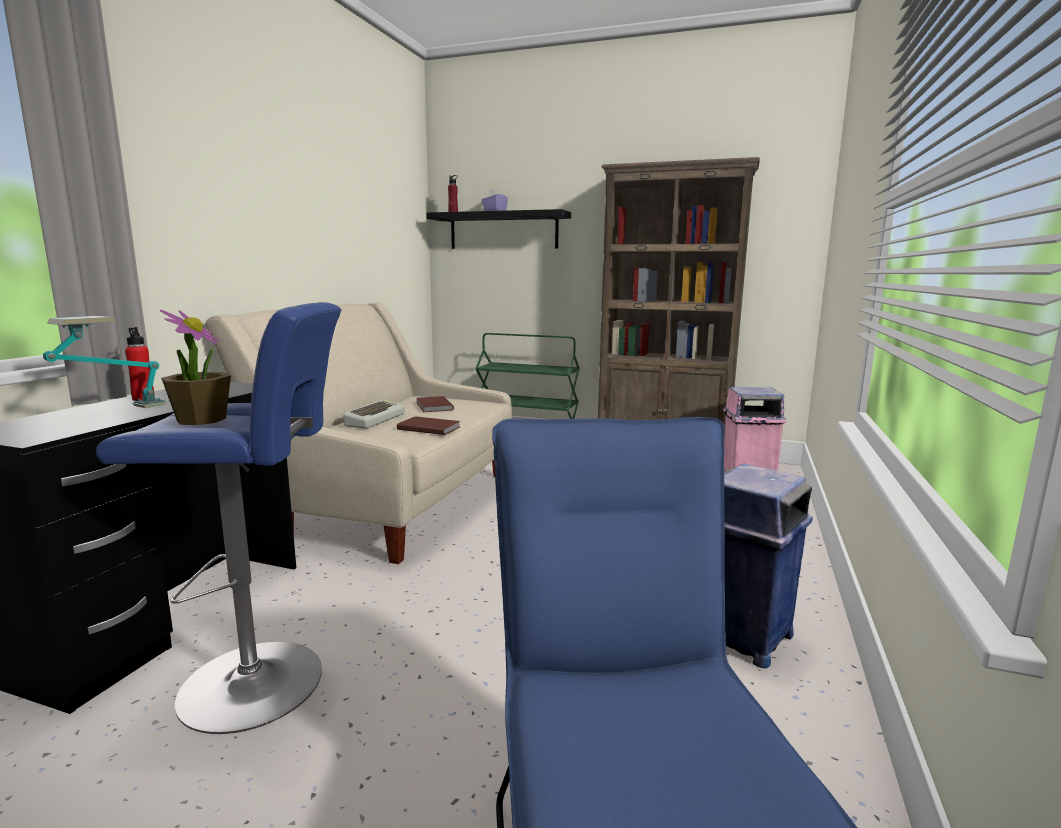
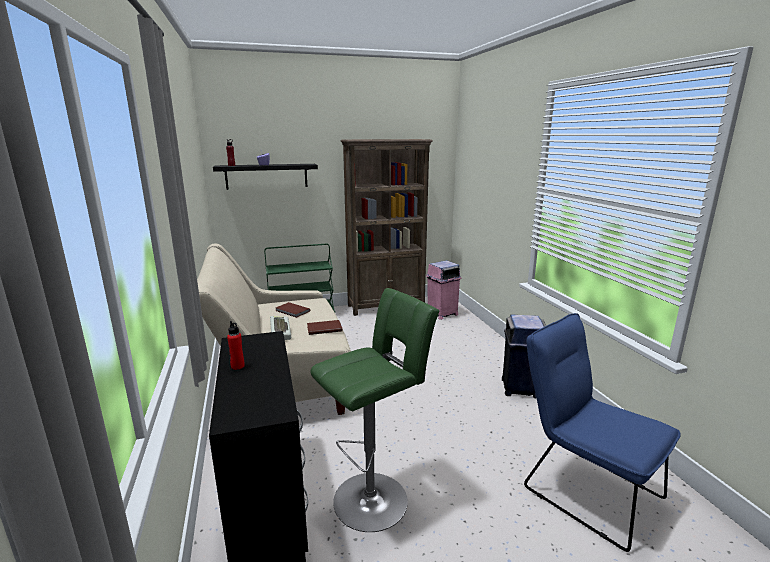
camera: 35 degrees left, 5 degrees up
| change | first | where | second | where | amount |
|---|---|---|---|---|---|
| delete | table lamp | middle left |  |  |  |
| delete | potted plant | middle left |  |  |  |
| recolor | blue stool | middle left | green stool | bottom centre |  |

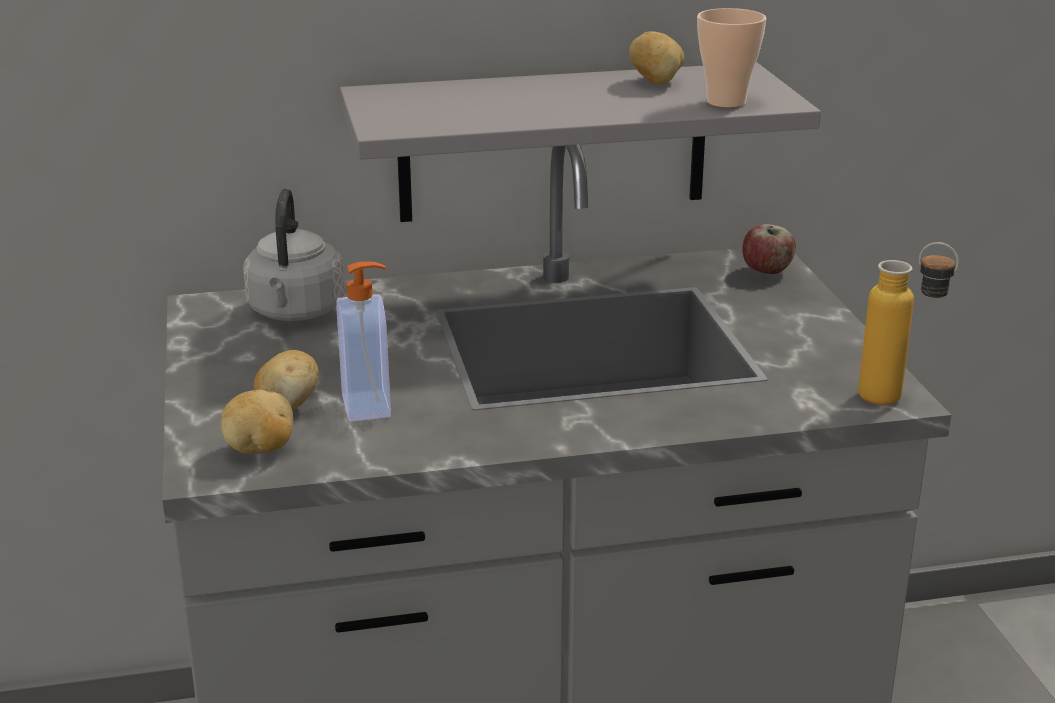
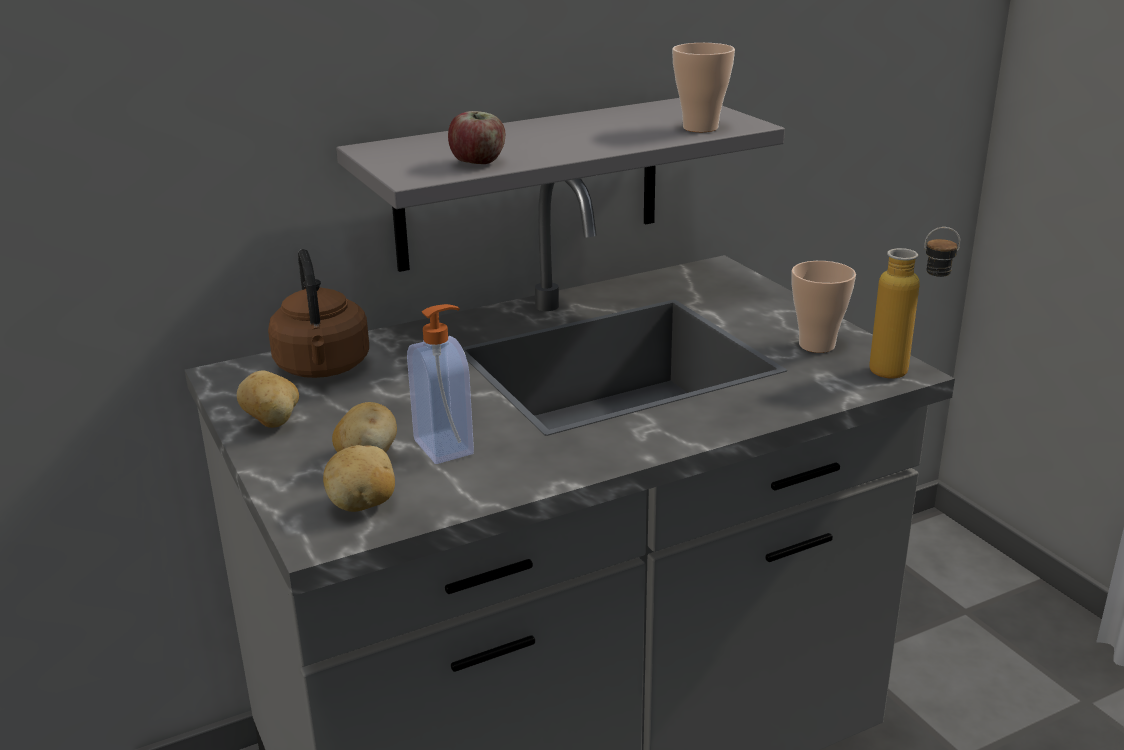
camera: 15 degrees left, 0 degrees up
| change | first | where | second | where | amount |
|---|---|---|---|---|---|
| insert |  |  | cup (2nd from left) | middle right |  |
| move | potato (3rd from left in the first image) | top centre | potato (1st from left) | middle left |  |
| move | apple | middle right |  | top centre |  |
| recolor | grey kettle | middle left | brown kettle | middle left |  |

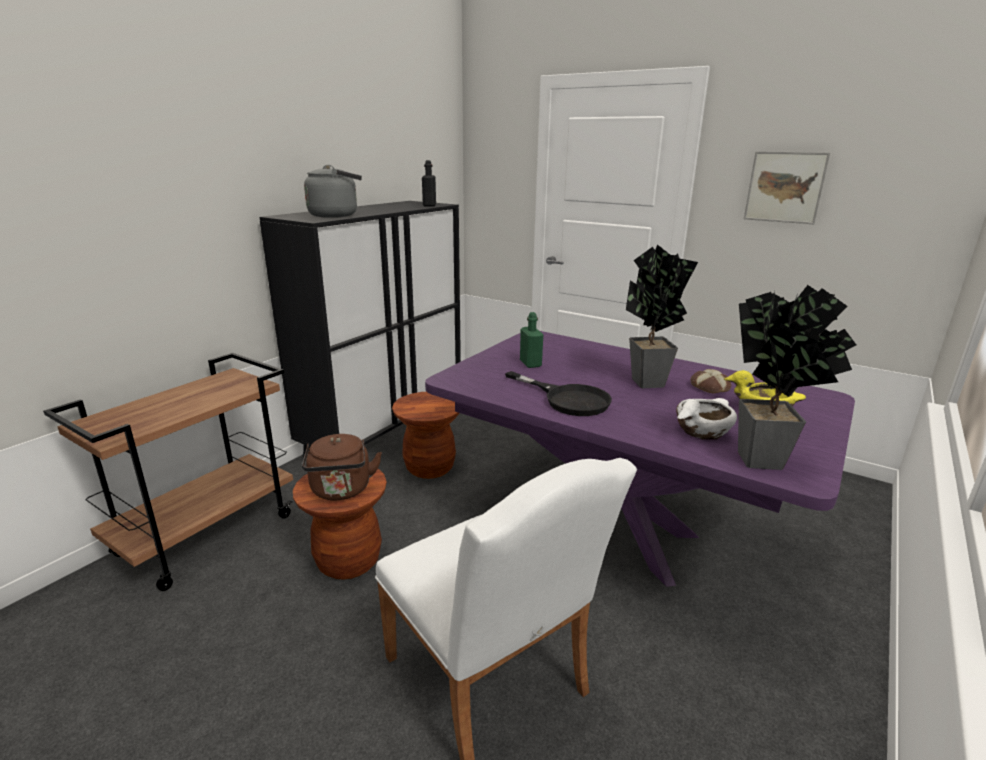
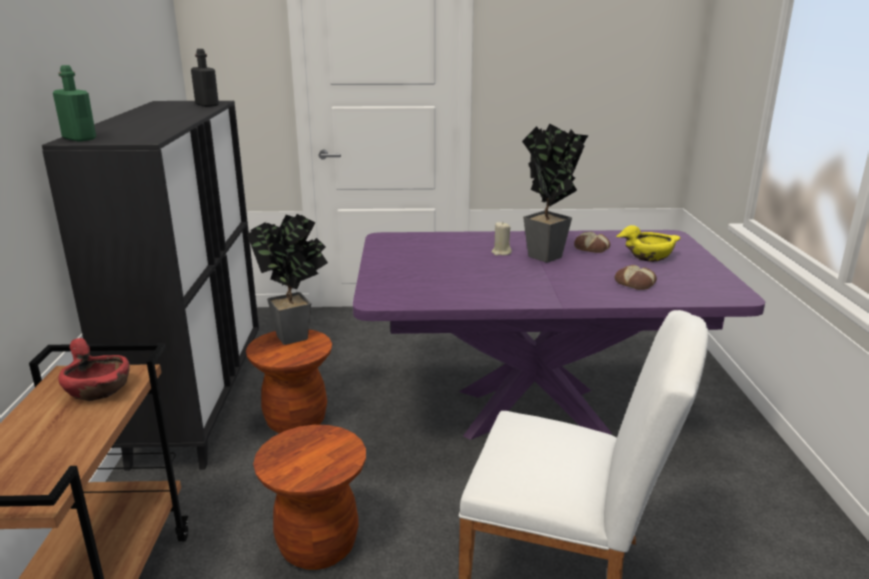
camera: 35 degrees left, 0 degrees up
| change | first | where | second | where | amount |
|---|---|---|---|---|---|
| delete | brown kettle | centre |  |  |  |
| delete | grey kettle | top centre |  |  |  |
| delete | black frying pan | centre |  |  |  |
| delete | picture | top right |  |  |  |
| insert |  |  | red bowl | middle left |  |
| insert |  |  | beige candle | centre |  |
| move | green bottle | centre |  | top left |  |
| move | potted plant (2nd from left in the first image) | middle right | potted plant (1st from left) | middle left |  |
| replace | white bowl | middle right | bread (2nd from left) | middle right |  |

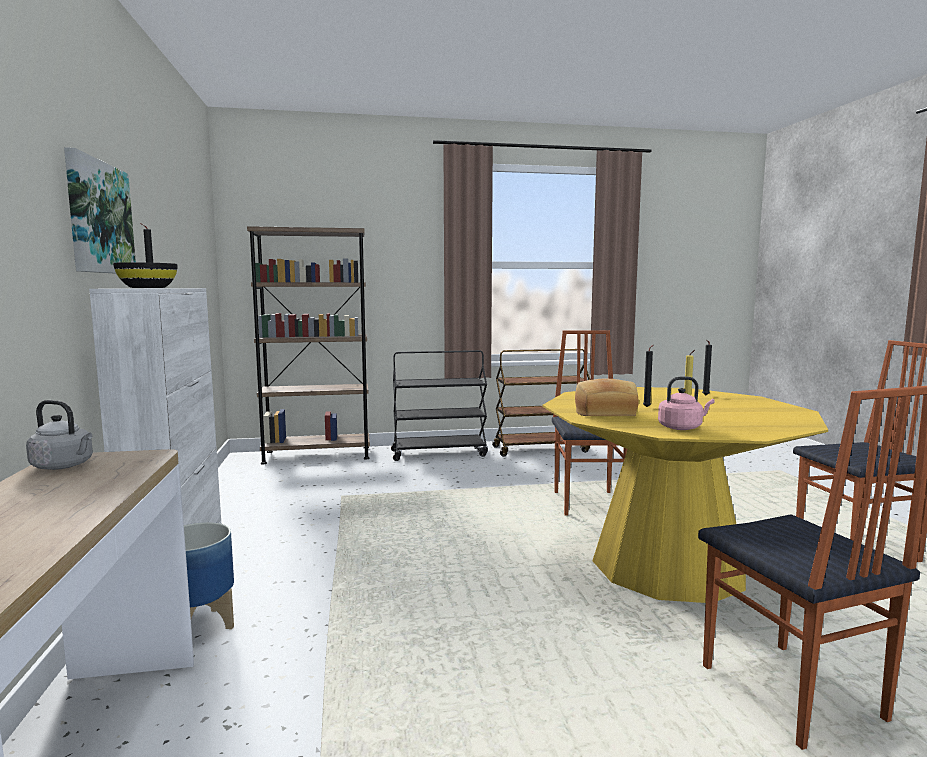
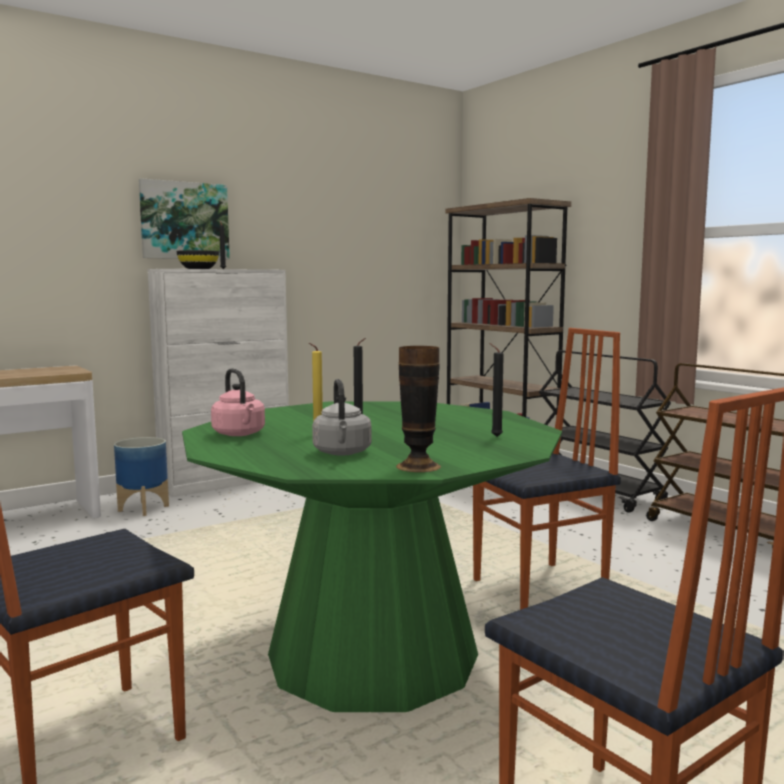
camera: 65 degrees right, 0 degrees up
| change | first | where | second | where | amount |
|---|---|---|---|---|---|
| delete | bread | centre |  |  |  |
| insert |  |  | vase | centre |  |
| move | grey kettle | middle left |  | centre |  |
| recolor | yellow dining table | middle right | green dining table | bottom centre |  |

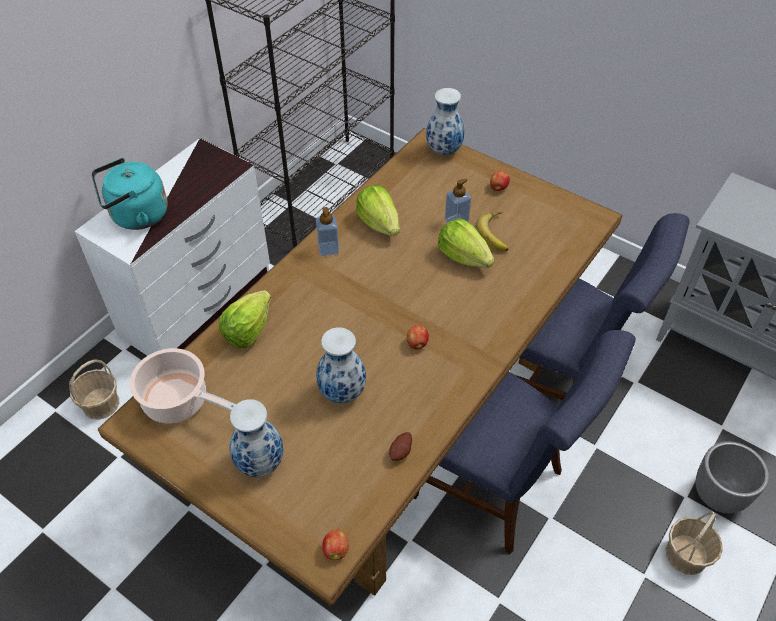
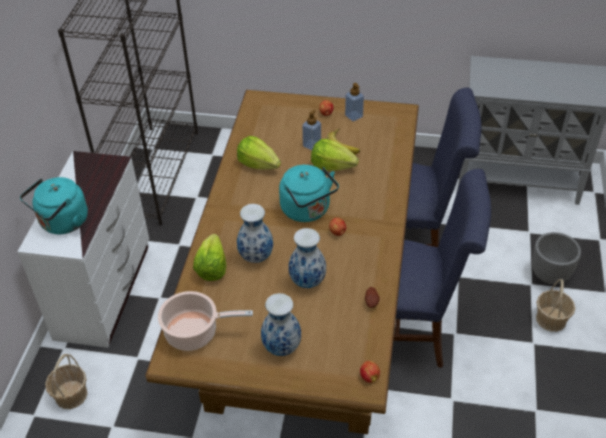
camera: 25 degrees left, 5 degrees down
| change | first | where | second | where | amount |
|---|---|---|---|---|---|
| insert |  |  | turquoise kettle (2nd from left) | centre |  |
| move | soap dispenser (1st from left in the first image) | centre | soap dispenser (2nd from left) | top centre |  |
| move | vase (3rd from left in the first image) | top centre | vase (1st from left) | centre |  |

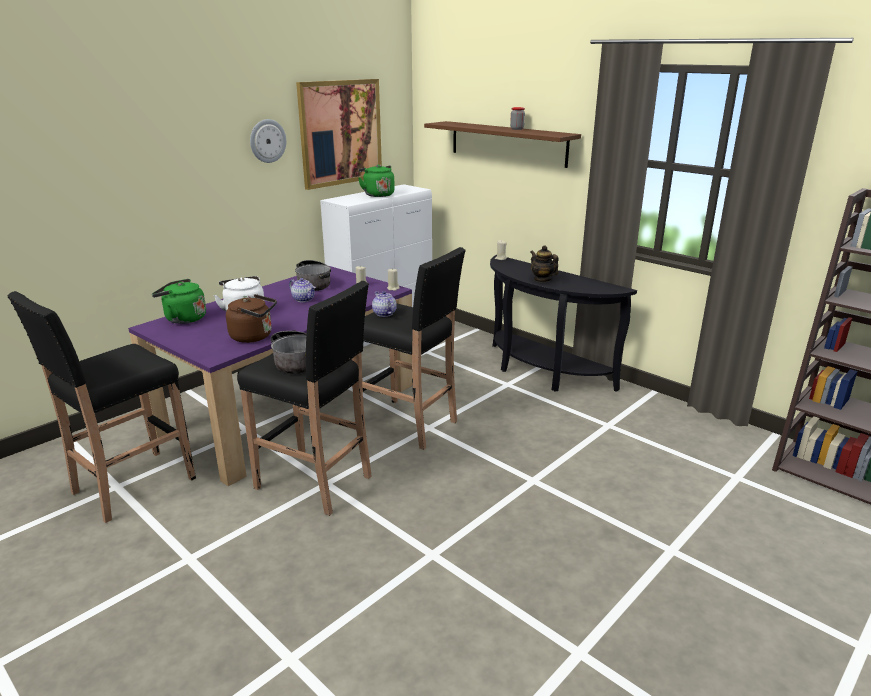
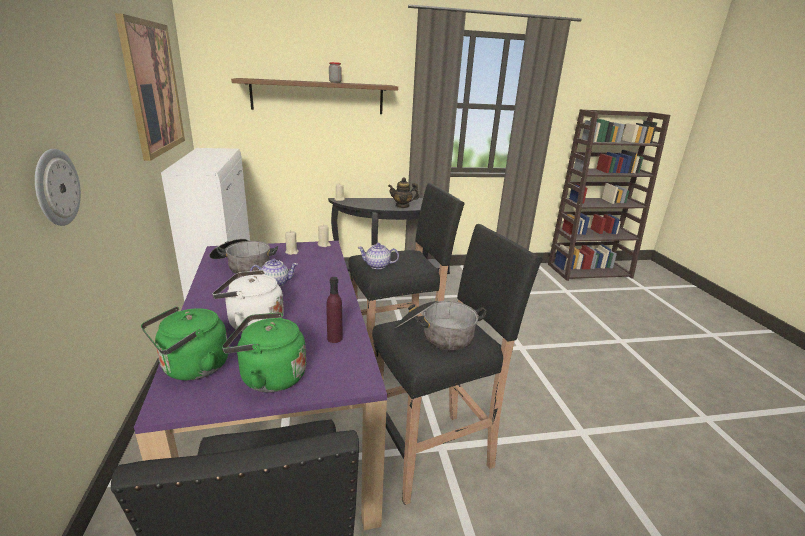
camera: 55 degrees left, 0 degrees up
| change | first | where | second | where | amount |
|---|---|---|---|---|---|
| move | wall clock | top left |  | middle left |  |
| move | green kettle (2nd from left) | top centre |  | middle left |  |
| replace | brown kettle | middle left | purple bottle | centre |  |

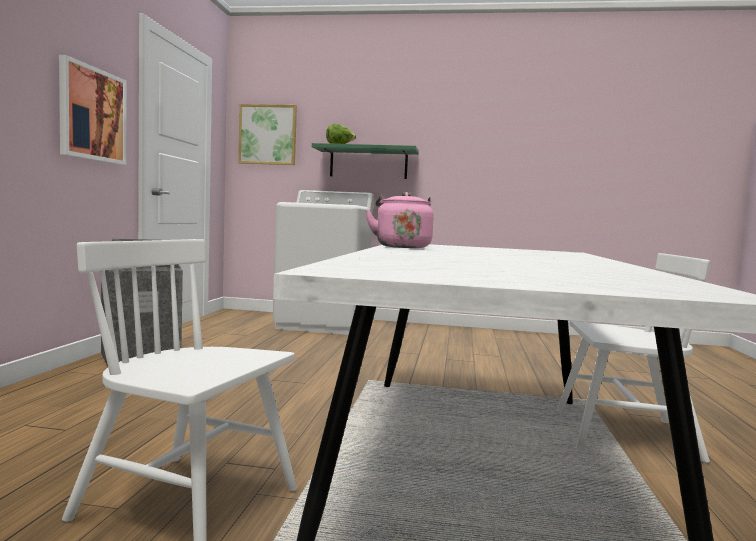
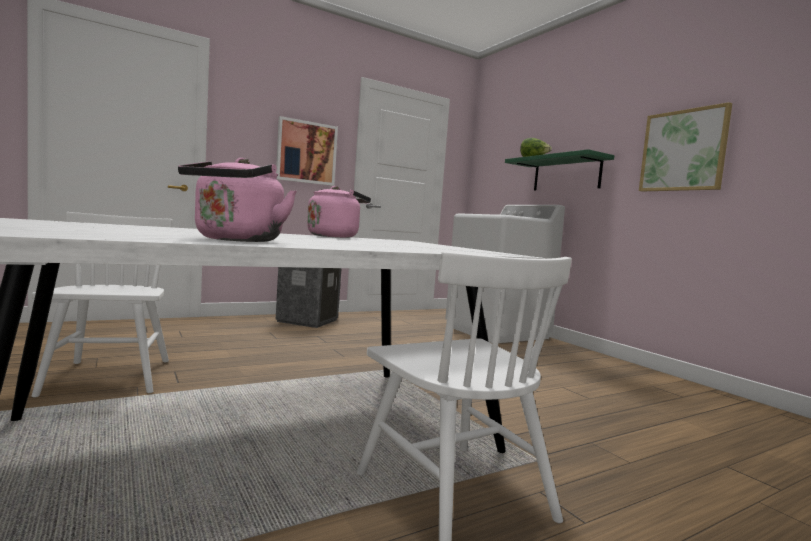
camera: 50 degrees right, 0 degrees up
| change | first | where | second | where | amount |
|---|---|---|---|---|---|
| insert |  |  | pink kettle (1st from left) | middle left |  |
| move | picture (2nd from left) | top centre |  | top right |  |

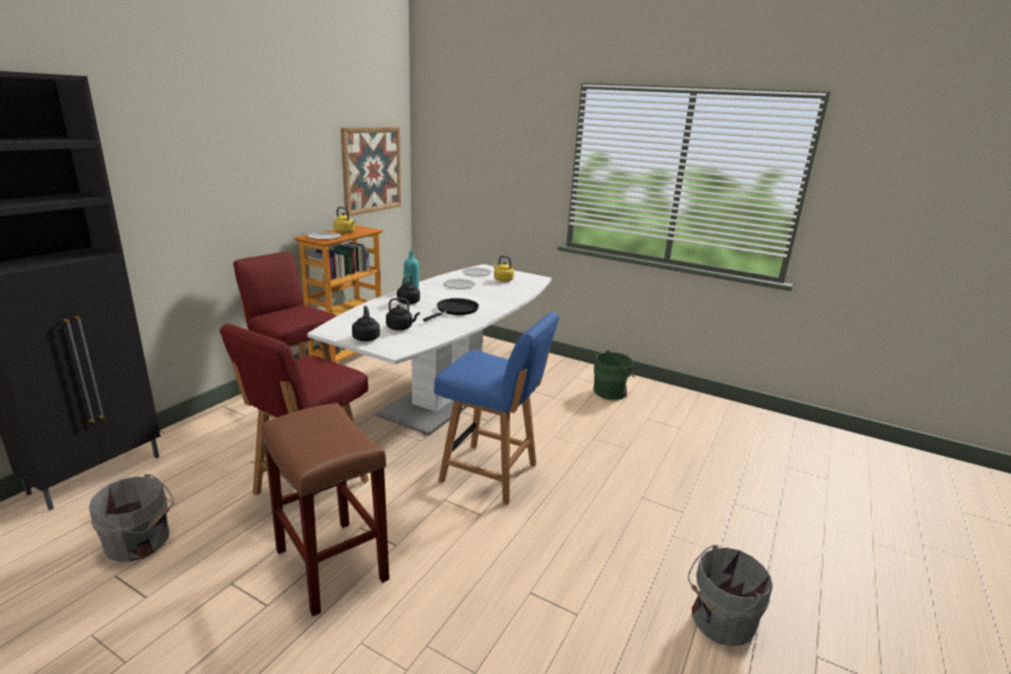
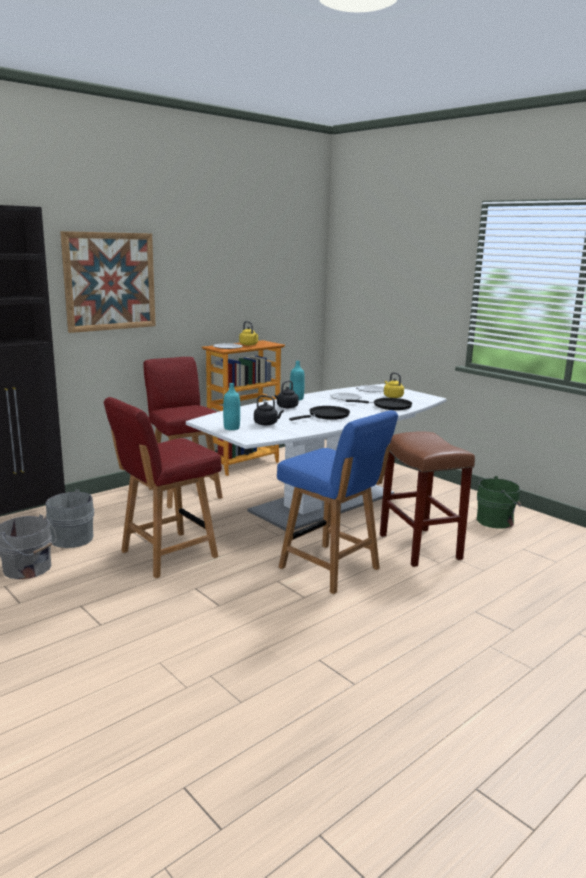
camera: 20 degrees right, 5 degrees down
| change | first | where | second | where | amount |
|---|---|---|---|---|---|
| insert |  |  | black frying pan (2nd from left) | centre |  |
| move | brown stool | bottom left |  | middle right |  |
| move | picture | top centre |  | top left |  |
| move | grey bucket (2nd from left) | bottom right |  | middle left |  |
| replace | black kettle (1st from left) | centre | turquoise bottle (1st from left) | centre |  |

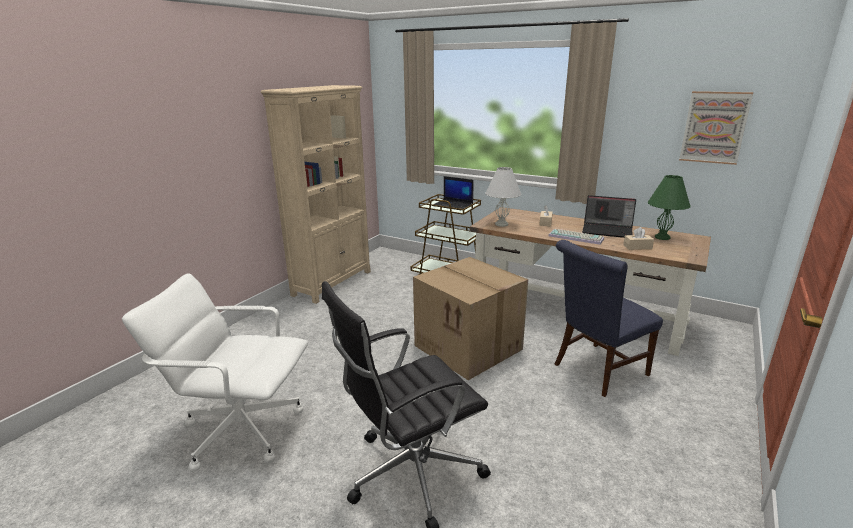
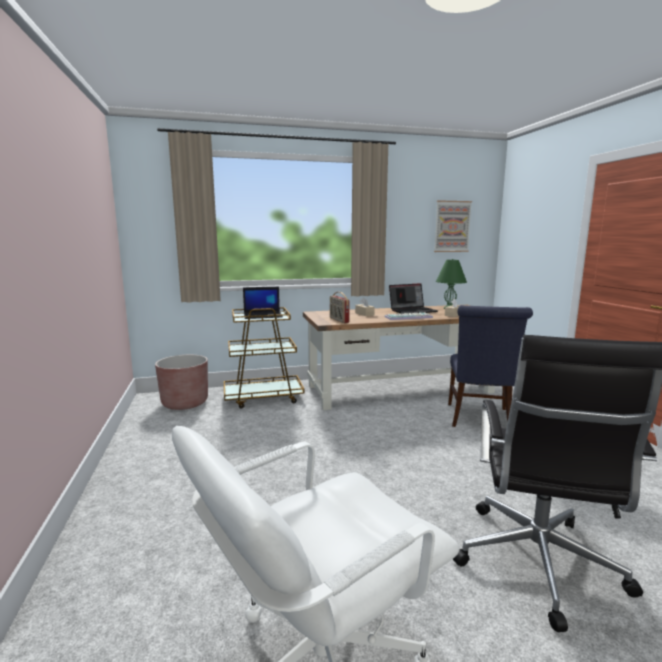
camera: 45 degrees left, 10 degrees down
| change | first | where | second | where | amount |
|---|---|---|---|---|---|
| delete | beige bookcase | centre |  |  |  |
| delete | cardboard box | centre |  |  |  |
| insert |  |  | brown planter | middle left |  |
| replace | white table lamp | centre | radio | centre |  |

